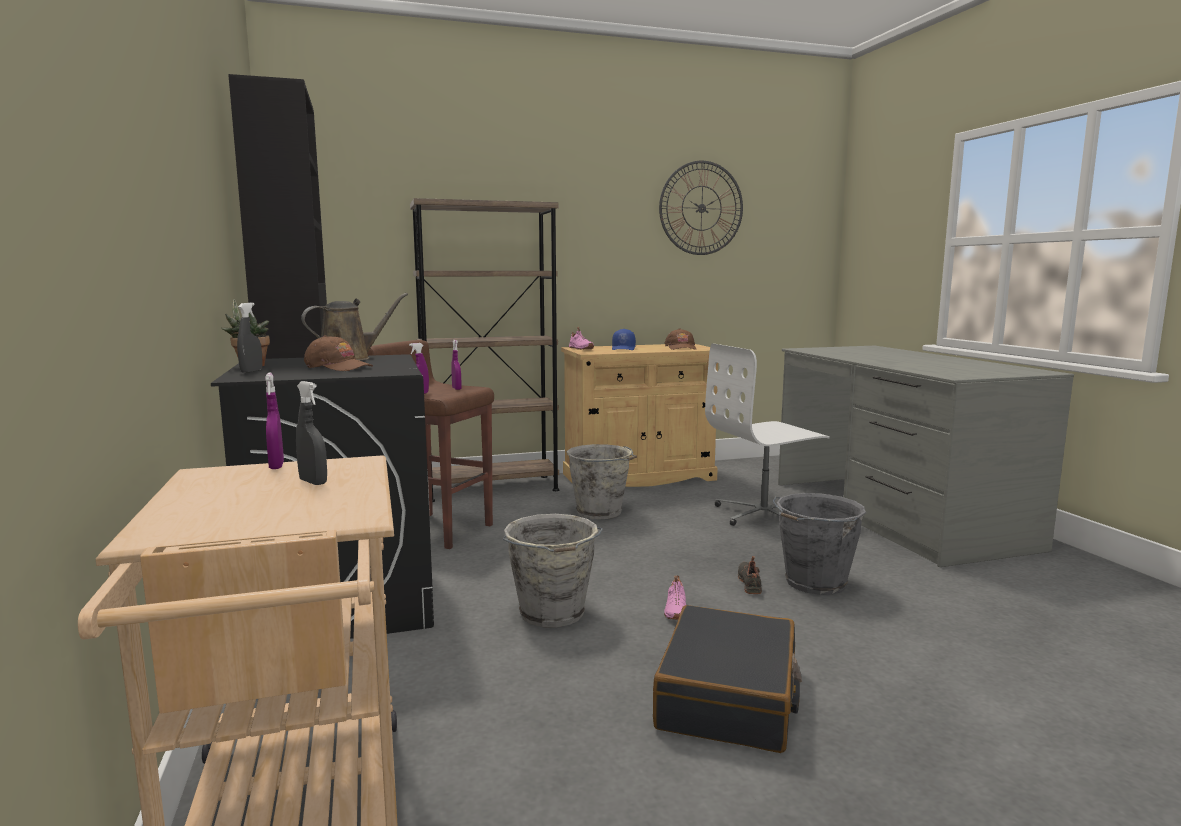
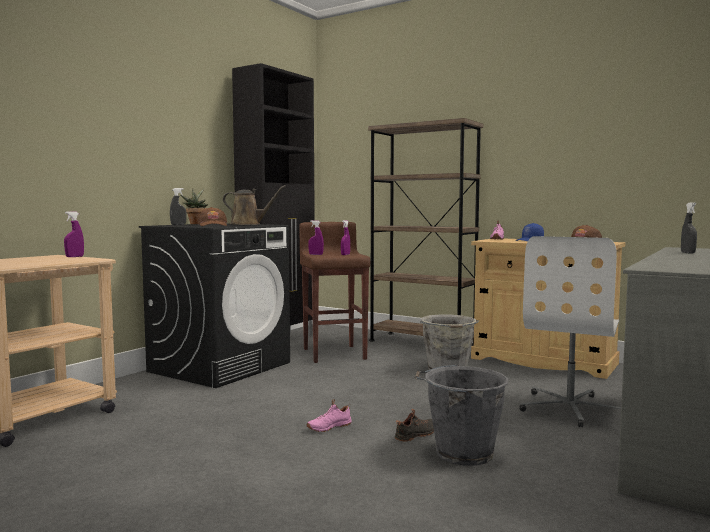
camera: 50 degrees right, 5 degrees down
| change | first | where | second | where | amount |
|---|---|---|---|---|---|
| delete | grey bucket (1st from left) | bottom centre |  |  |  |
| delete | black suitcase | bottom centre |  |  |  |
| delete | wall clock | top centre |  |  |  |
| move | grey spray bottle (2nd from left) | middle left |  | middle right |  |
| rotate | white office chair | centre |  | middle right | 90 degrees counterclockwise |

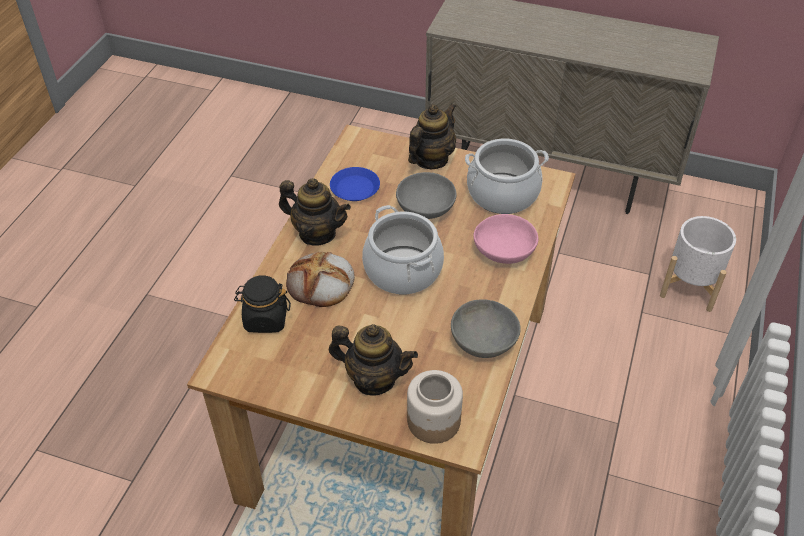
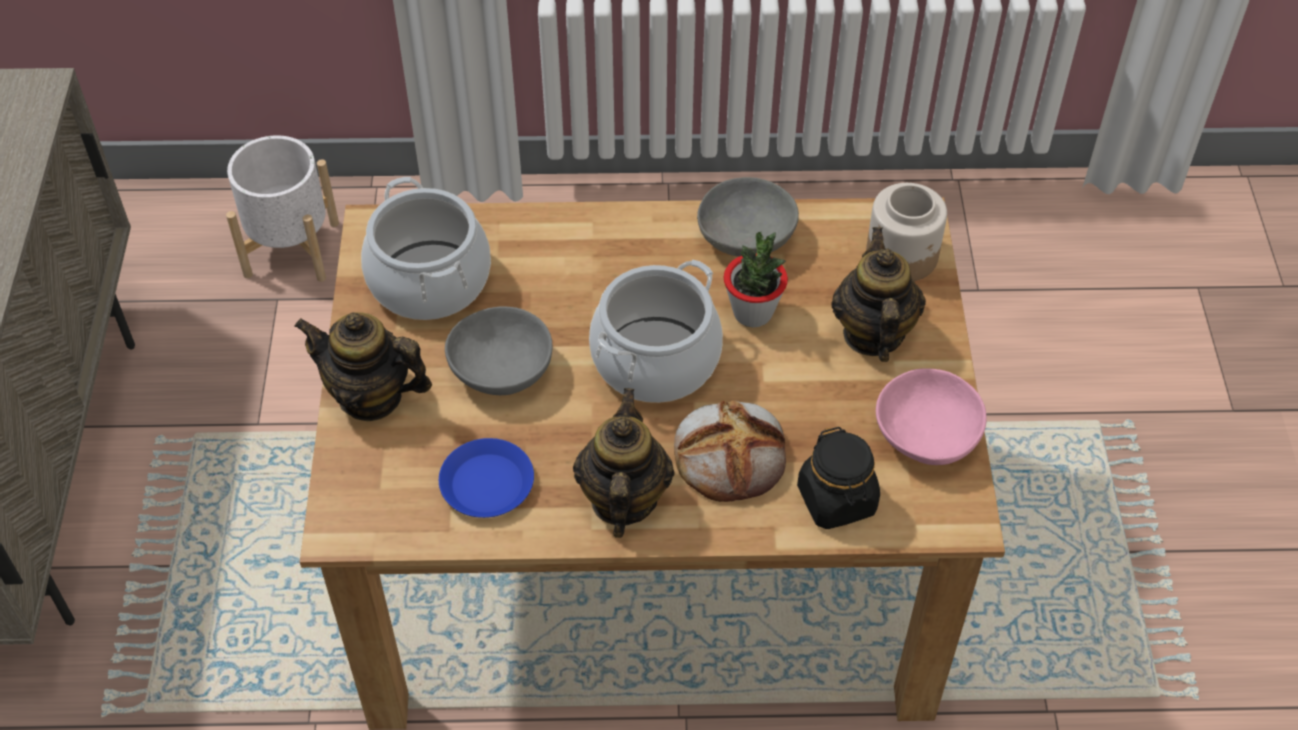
camera: 110 degrees left, 5 degrees up
| change | first | where | second | where | amount |
|---|---|---|---|---|---|
| insert |  |  | potted plant | centre |  |
| move | pink bowl | centre |  | middle right |  |

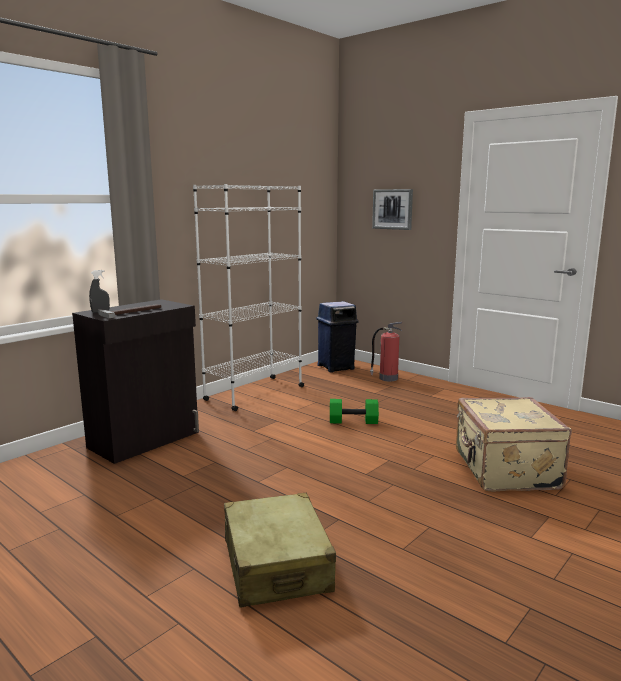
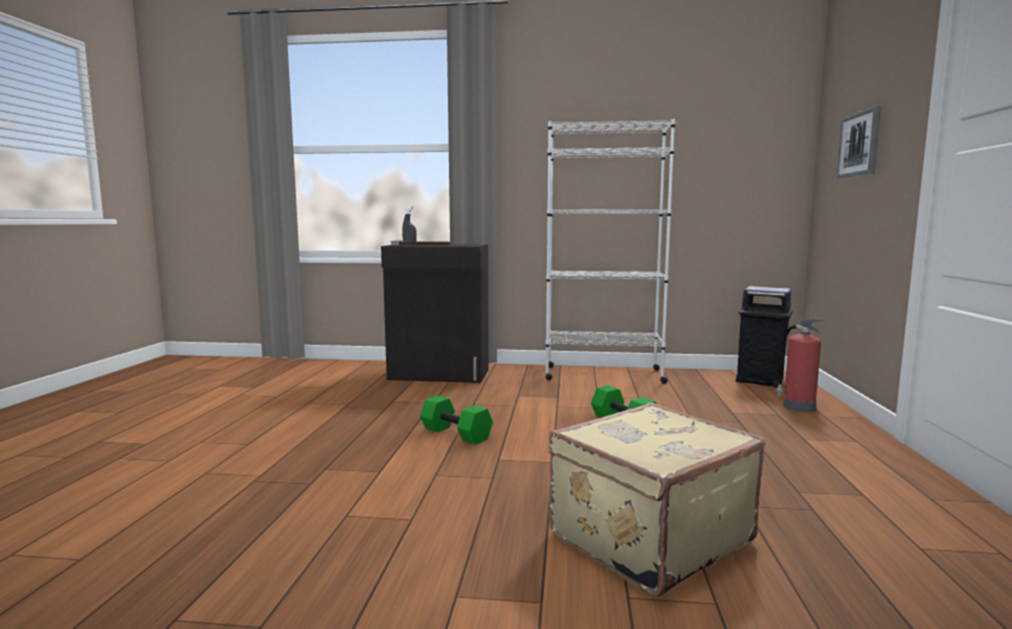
camera: 55 degrees right, 5 degrees down
| change | first | where | second | where | amount |
|---|---|---|---|---|---|
| delete | beige suitcase (1st from left) | bottom centre |  |  |  |
| insert |  |  | green dumbbell (1st from left) | bottom centre |  |

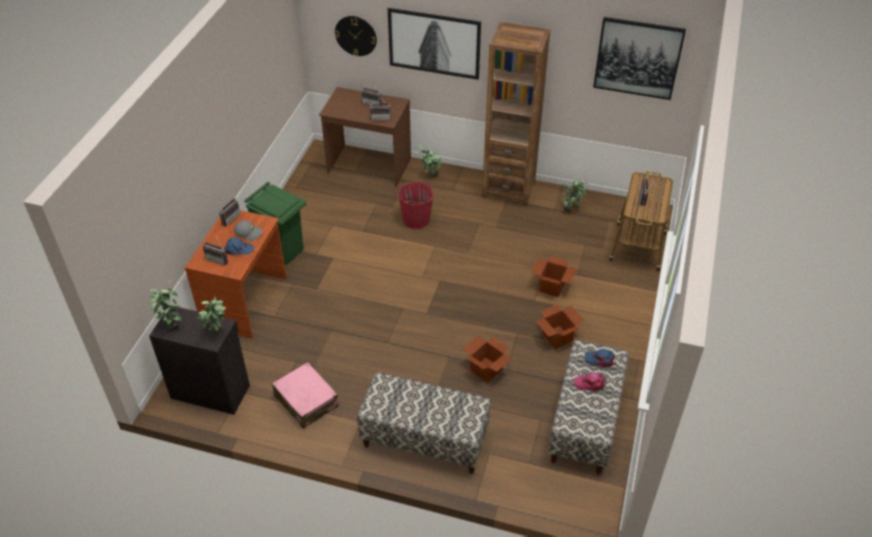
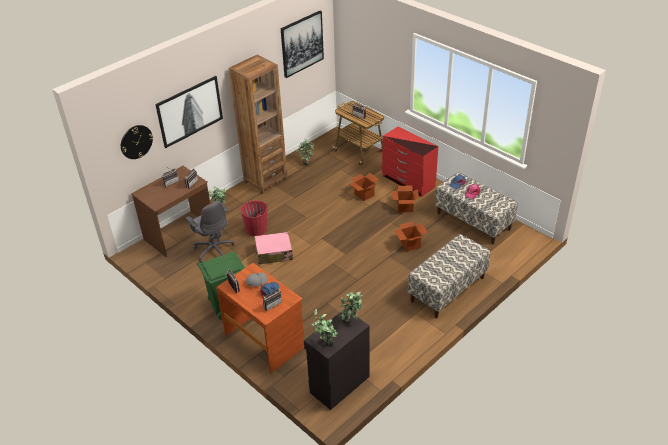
camera: 60 degrees left, 5 degrees down
| change | first | where | second | where | amount |
|---|---|---|---|---|---|
| insert |  |  | grey office chair | middle left |  |
| insert |  |  | red dresser | centre |  |
| move | pink suitcase | bottom centre |  | centre |  |

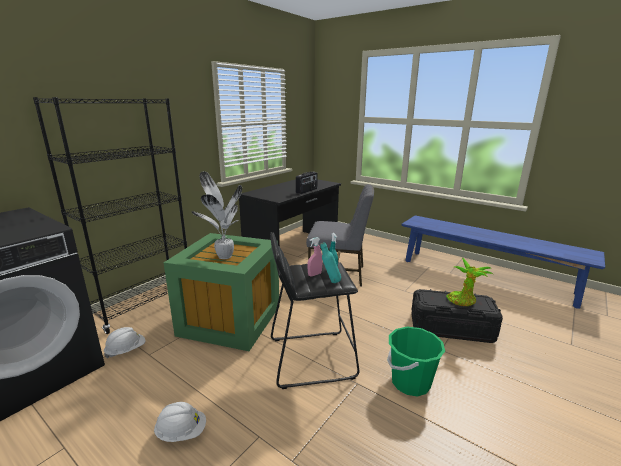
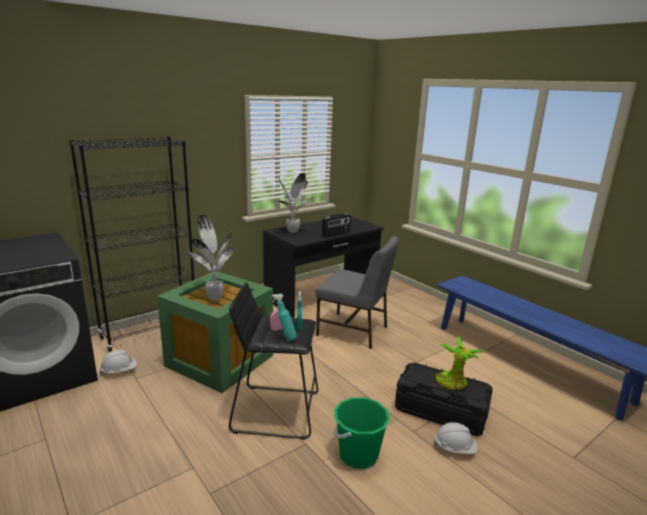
camera: 15 degrees right, 0 degrees up
| change | first | where | second | where | amount |
|---|---|---|---|---|---|
| insert |  |  | potted plant (2nd from left) | centre |  |
| move | white hard hat (2nd from left) | bottom left |  | bottom right |  |

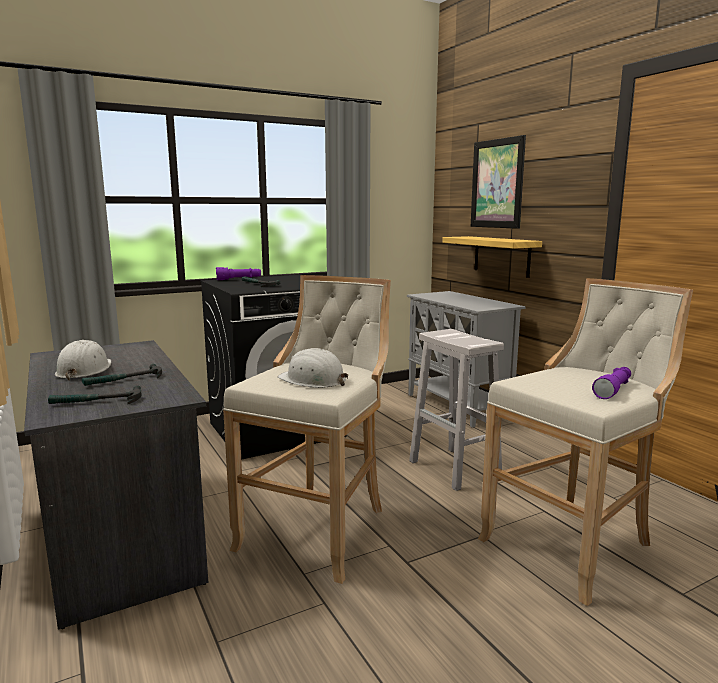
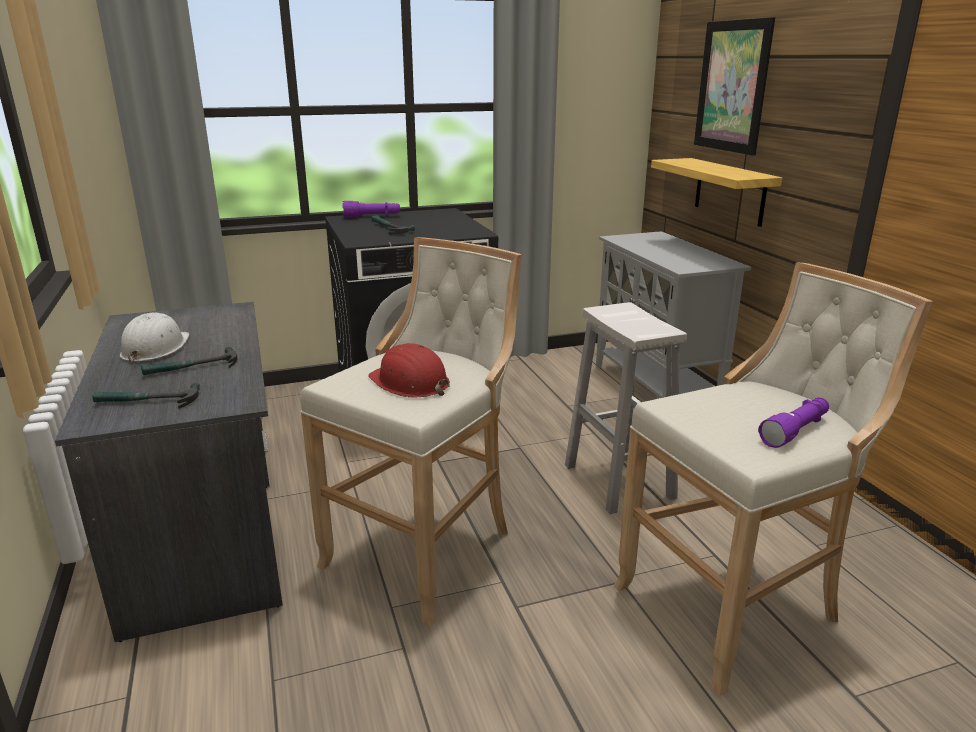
camera: 10 degrees right, 10 degrees up
| change | first | where | second | where | amount |
|---|---|---|---|---|---|
| recolor | white hard hat (2nd from left) | centre | red hard hat | centre |  |

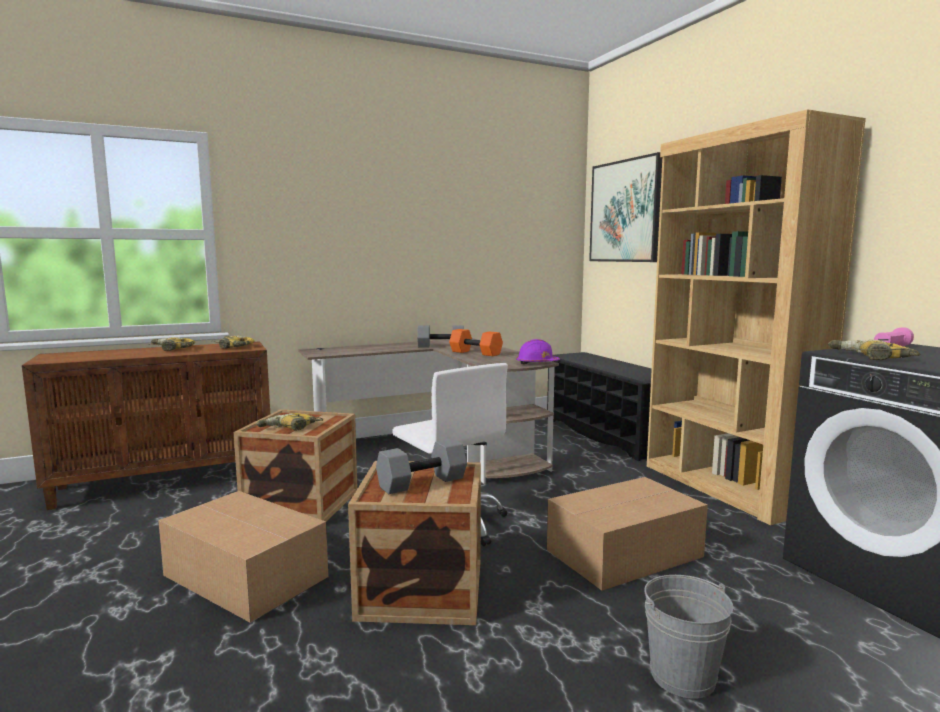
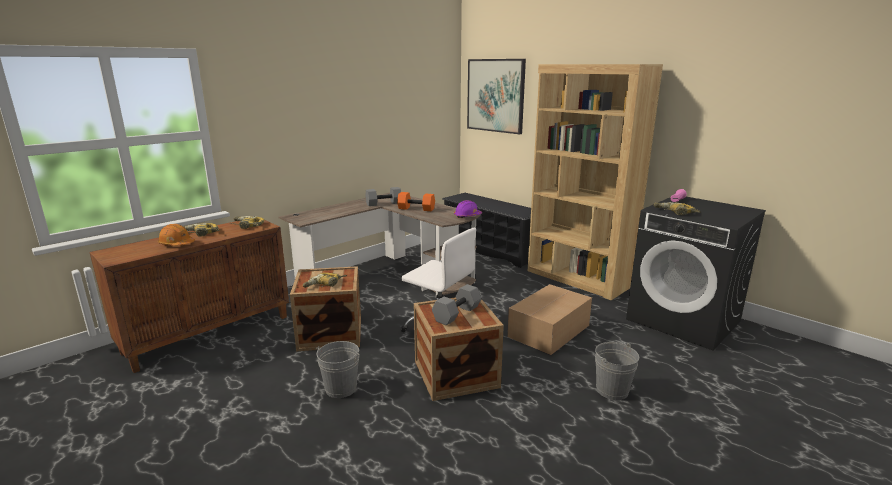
camera: 20 degrees left, 10 degrees up
| change | first | where | second | where | amount |
|---|---|---|---|---|---|
| insert |  |  | orange hard hat | middle left |  |
| replace | cardboard box (1st from left) | bottom left | grey bucket (1st from left) | bottom centre |  |

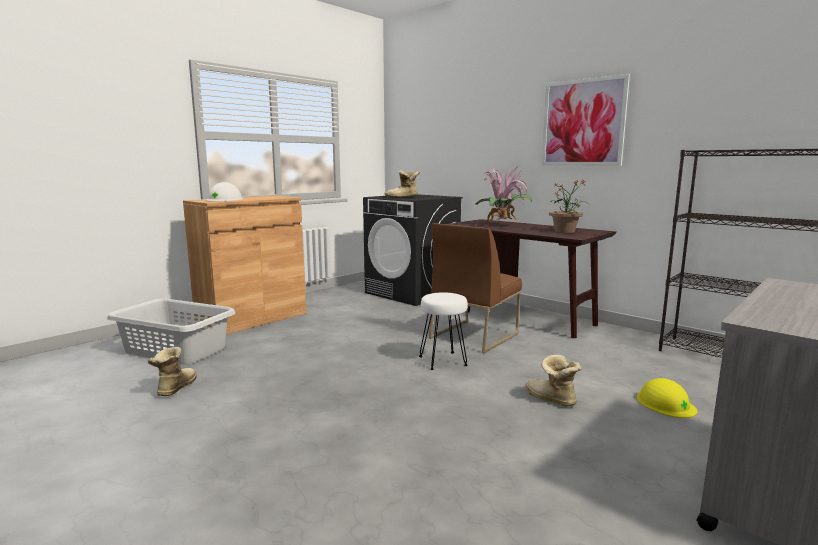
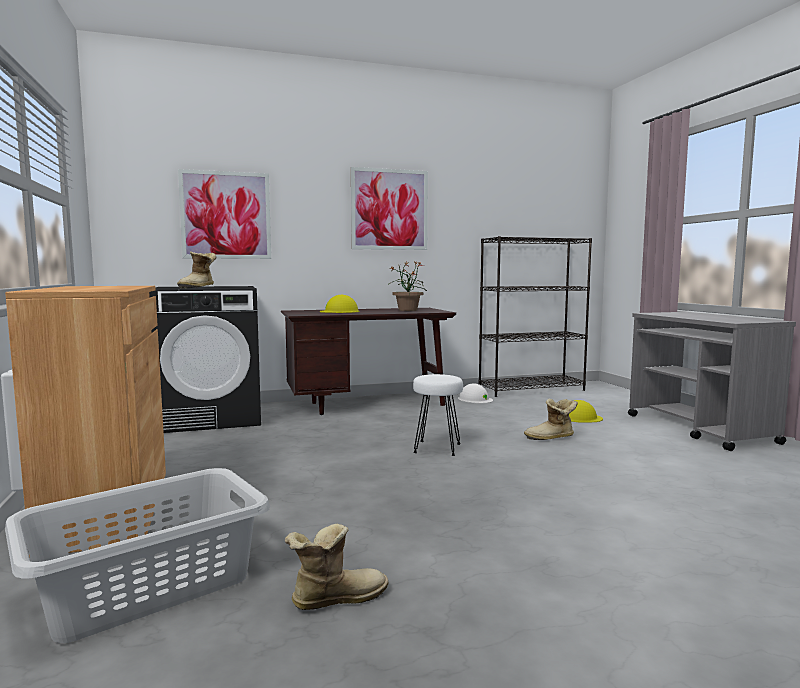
camera: 60 degrees left, 5 degrees down
| change | first | where | second | where | amount |
|---|---|---|---|---|---|
| delete | brown chair | centre |  |  |  |
| insert |  |  | picture (1st from left) | top left |  |
| move | white hard hat | middle left |  | centre |  |
| replace | potted plant (1st from left) | centre | yellow hard hat (1st from left) | centre |  |
| rotate | boot (1st from left in the first image) | bottom left | boot (2nd from left) | bottom centre | 120 degrees clockwise |

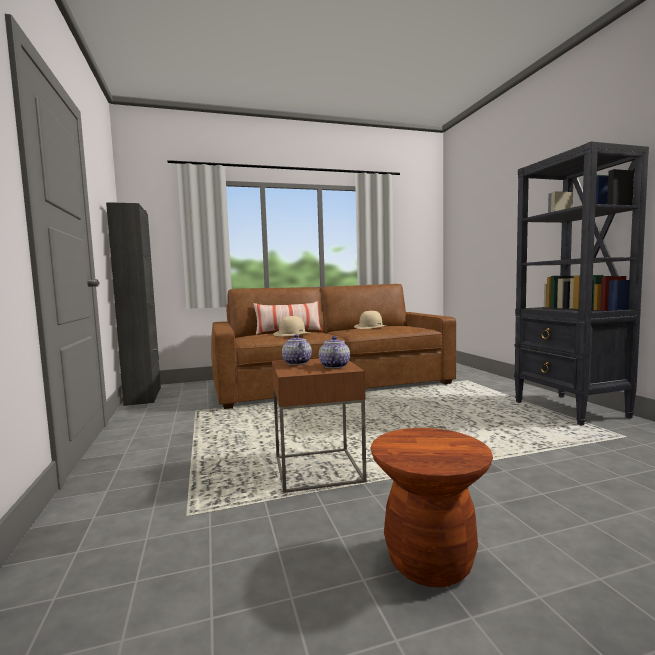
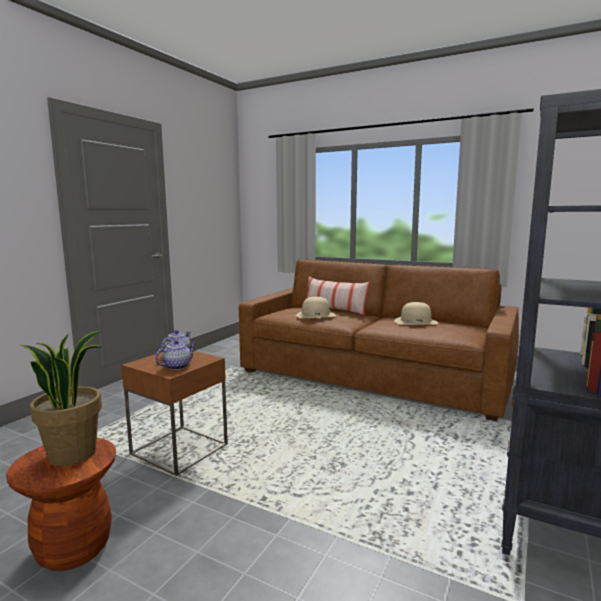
camera: 45 degrees right, 5 degrees up
| change | first | where | second | where | amount |
|---|---|---|---|---|---|
| delete | black cabinet | middle left |  |  |  |
| insert |  |  | potted plant | middle left |  |

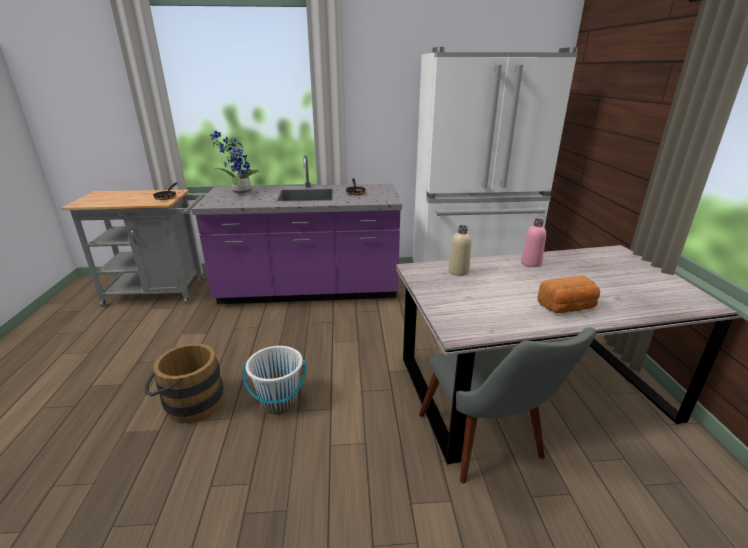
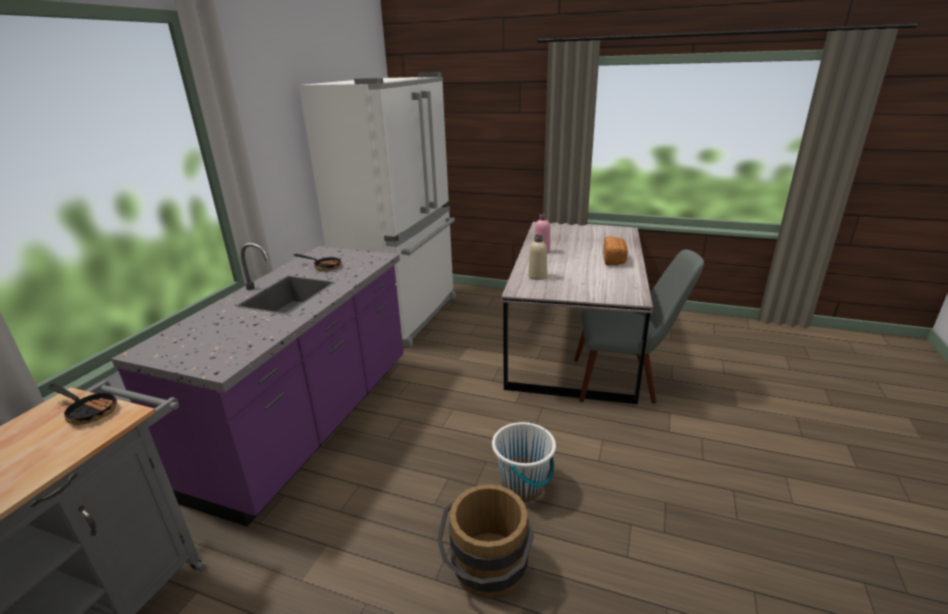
camera: 65 degrees left, 0 degrees up
| change | first | where | second | where | amount |
|---|---|---|---|---|---|
| delete | potted plant | top left |  |  |  |

